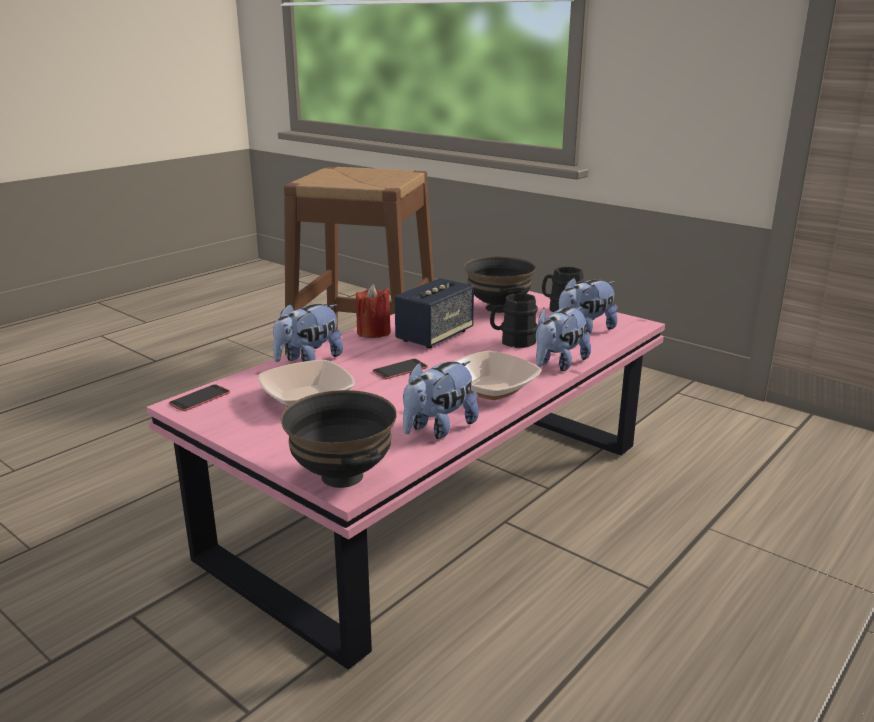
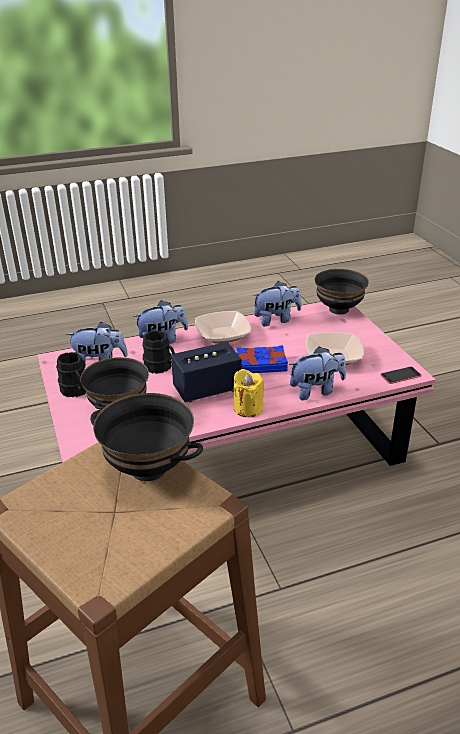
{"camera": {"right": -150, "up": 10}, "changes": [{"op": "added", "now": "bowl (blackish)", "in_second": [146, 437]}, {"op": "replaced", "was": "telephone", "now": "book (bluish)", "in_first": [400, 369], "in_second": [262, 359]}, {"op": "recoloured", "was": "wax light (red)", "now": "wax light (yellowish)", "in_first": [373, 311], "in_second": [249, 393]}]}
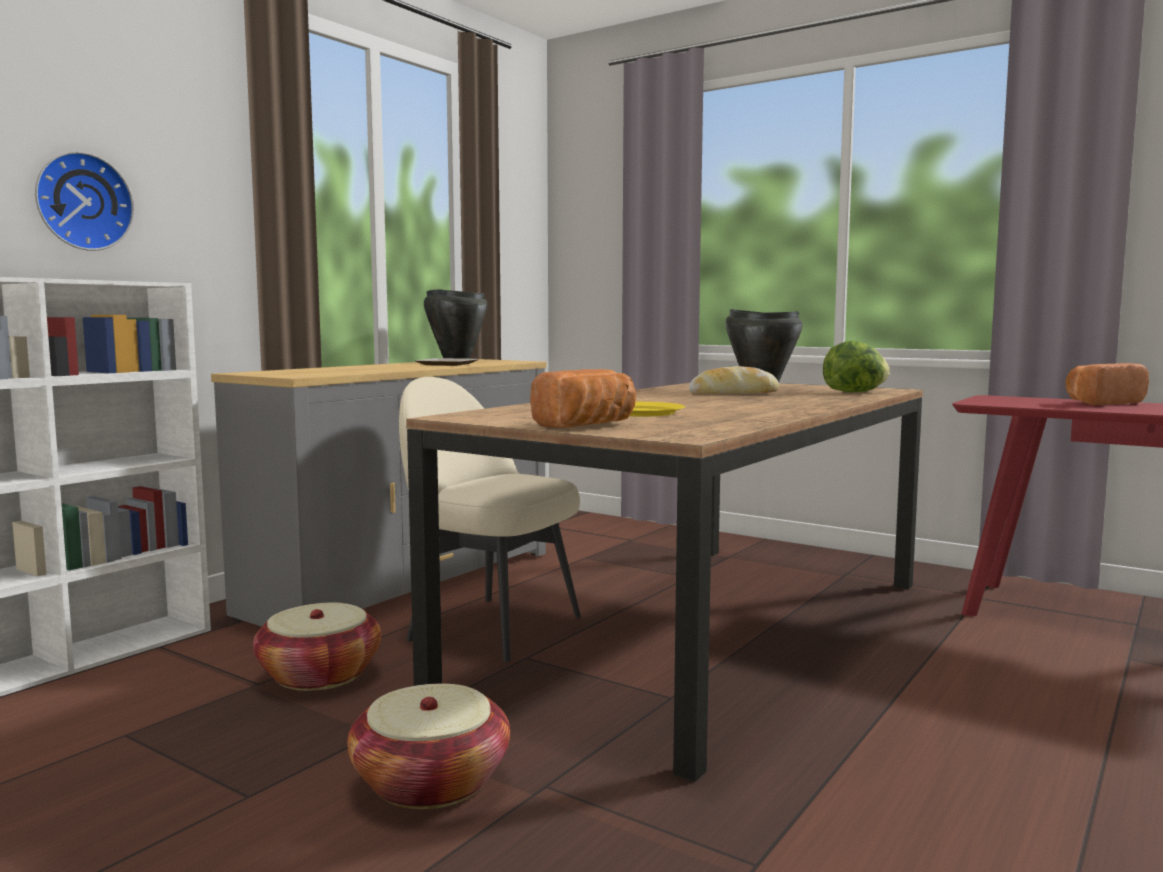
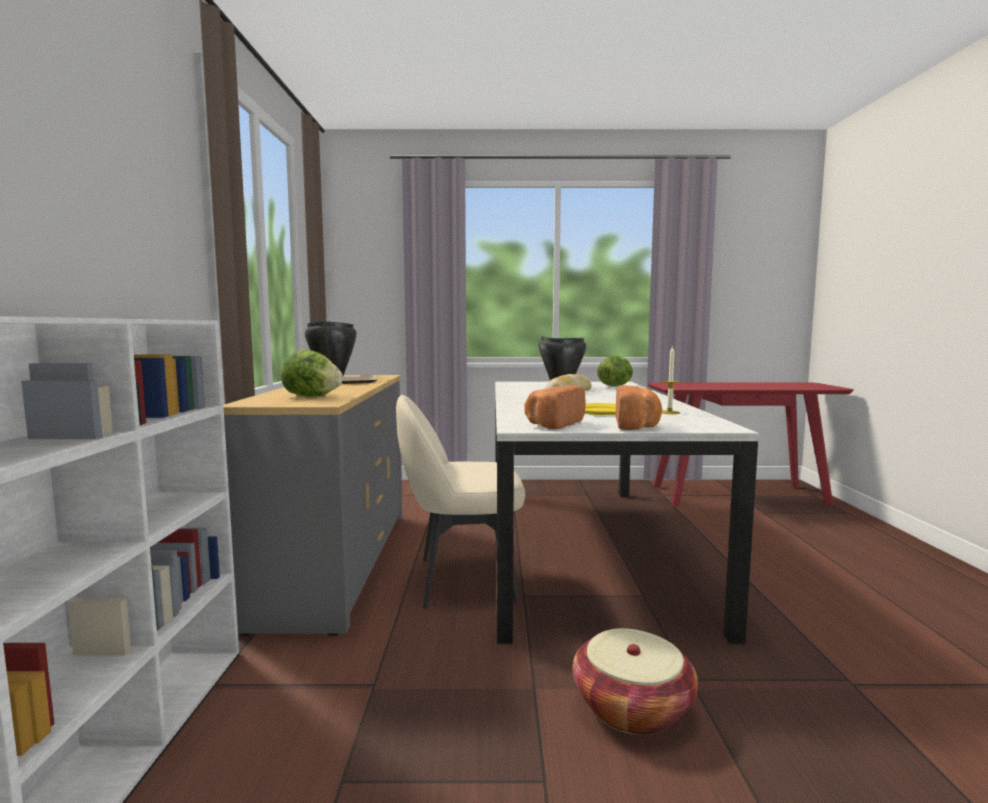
{"camera": {"right": -35, "up": 0}, "changes": [{"op": "removed", "was": "wall clock", "in_first": [84, 201]}, {"op": "removed", "was": "basket", "in_first": [317, 647]}, {"op": "added", "now": "lettuce", "in_second": [312, 373]}, {"op": "added", "now": "wax light", "in_second": [671, 379]}, {"op": "moved", "was": "baked bread", "in_first": [1107, 384], "in_second": [555, 408]}, {"op": "recoloured", "was": "dinner table (brown-coloured)", "now": "dinner table (whitish)", "in_first": [664, 582], "in_second": [627, 513]}]}
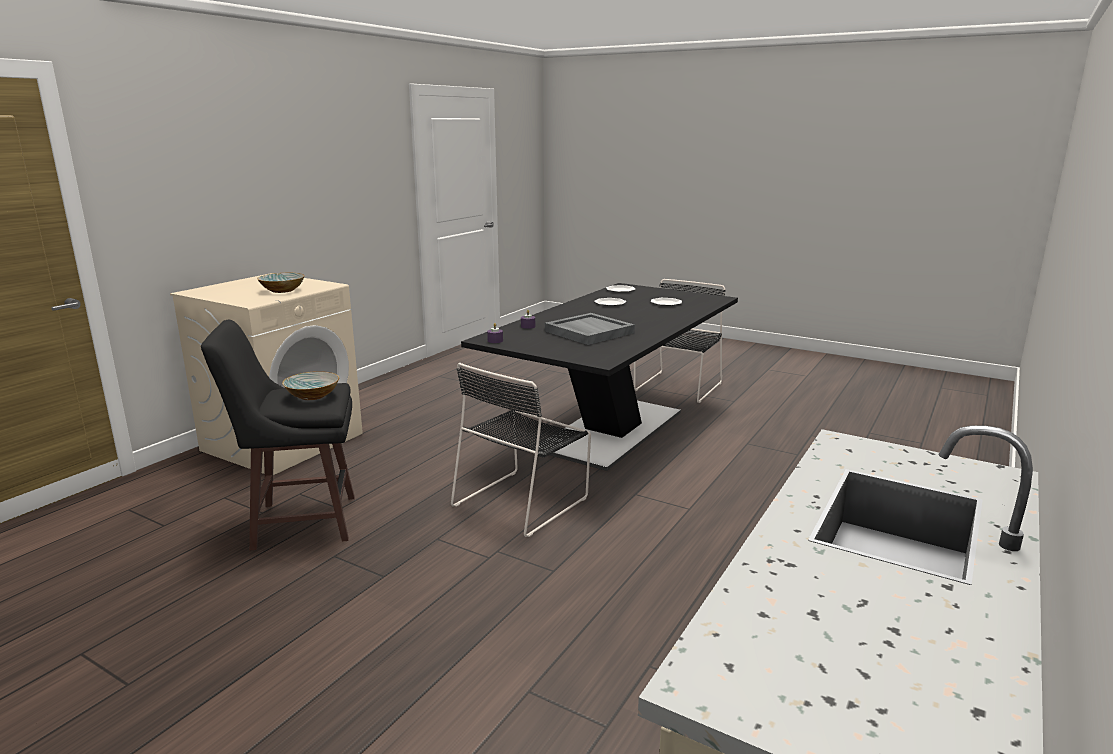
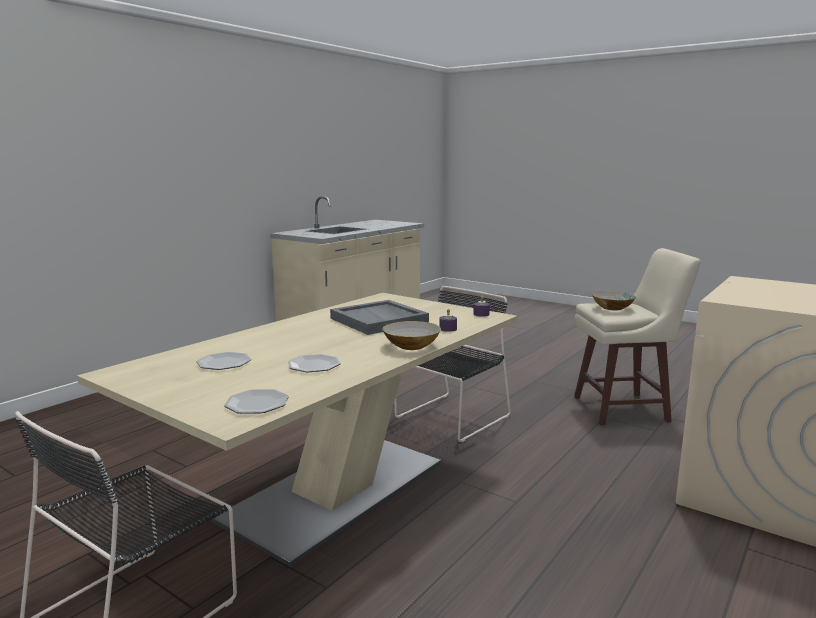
{"camera": {"right": -175, "up": -5}, "changes": [{"op": "moved", "was": "bowl", "in_first": [281, 283], "in_second": [411, 335]}, {"op": "recoloured", "was": "sitting stool (blackish)", "now": "sitting stool (beige)", "in_first": [278, 435], "in_second": [637, 336]}, {"op": "recoloured", "was": "dinner table (blackish)", "now": "dinner table (beige)", "in_first": [599, 377], "in_second": [297, 430]}]}
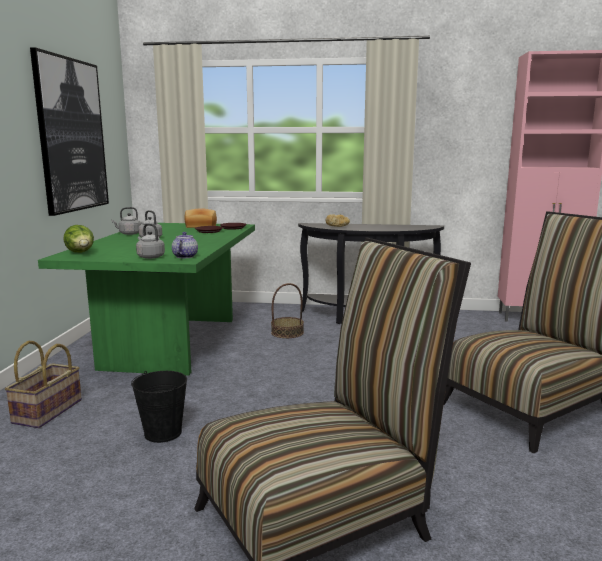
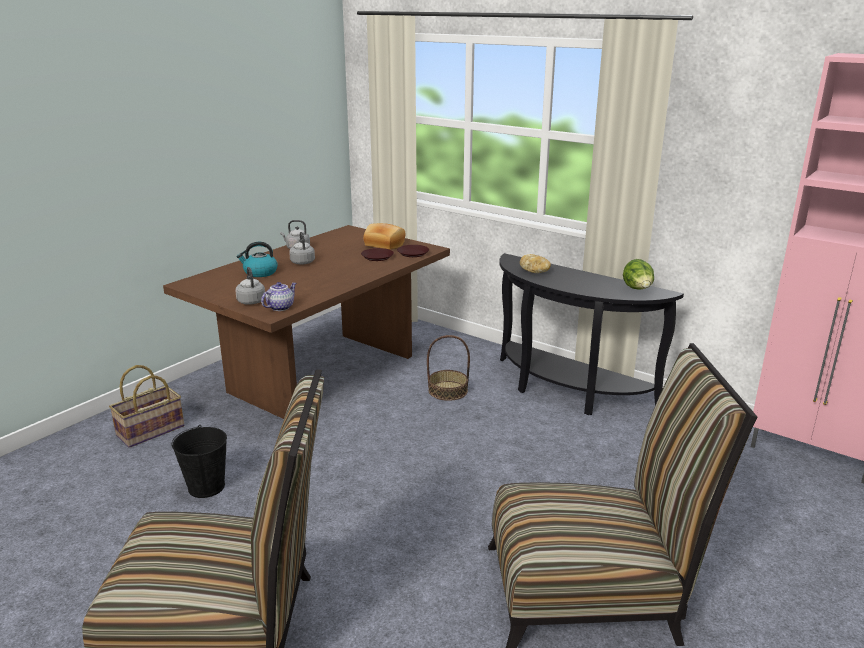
{"camera": {"right": 30, "up": 10}, "changes": [{"op": "removed", "was": "wall art", "in_first": [69, 131]}, {"op": "added", "now": "kettle", "in_second": [257, 259]}, {"op": "moved", "was": "lettuce", "in_first": [79, 239], "in_second": [638, 274]}, {"op": "recoloured", "was": "dinner table (greenish)", "now": "dinner table (brown-coloured)", "in_first": [146, 299], "in_second": [306, 322]}]}
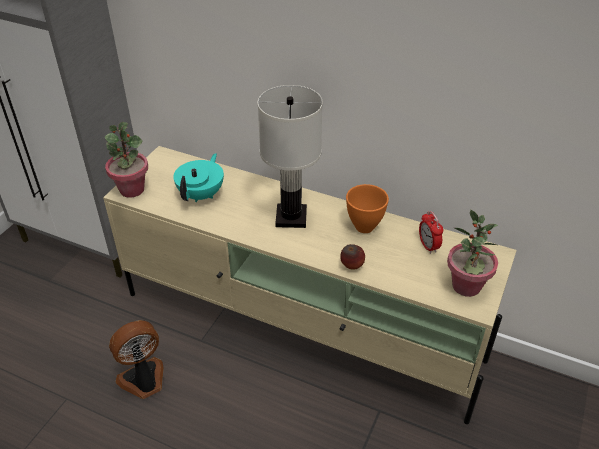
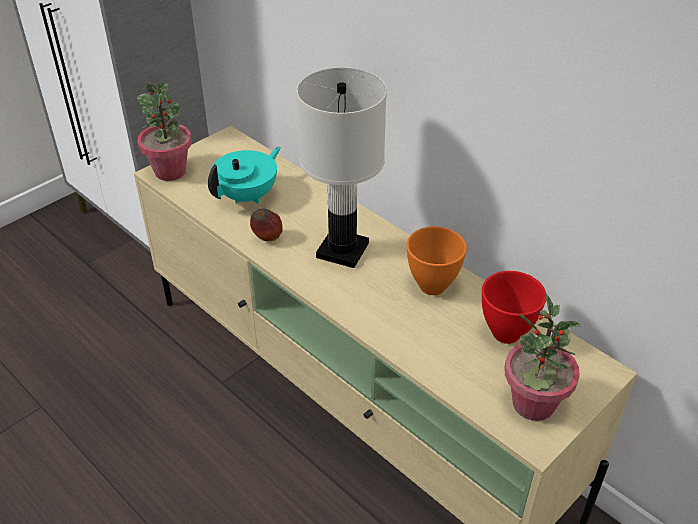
{"camera": {"right": 20, "up": 0}, "changes": [{"op": "removed", "was": "cooling fan", "in_first": [136, 359]}, {"op": "moved", "was": "apple", "in_first": [352, 257], "in_second": [266, 225]}, {"op": "replaced", "was": "table clock", "now": "bowl (red)", "in_first": [431, 232], "in_second": [514, 307]}]}
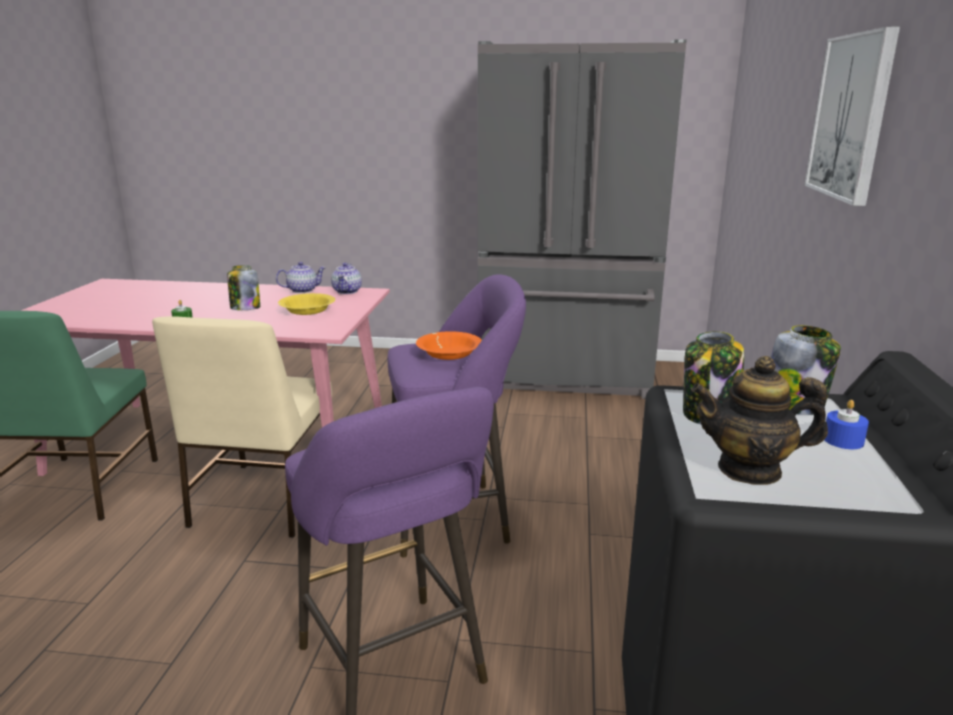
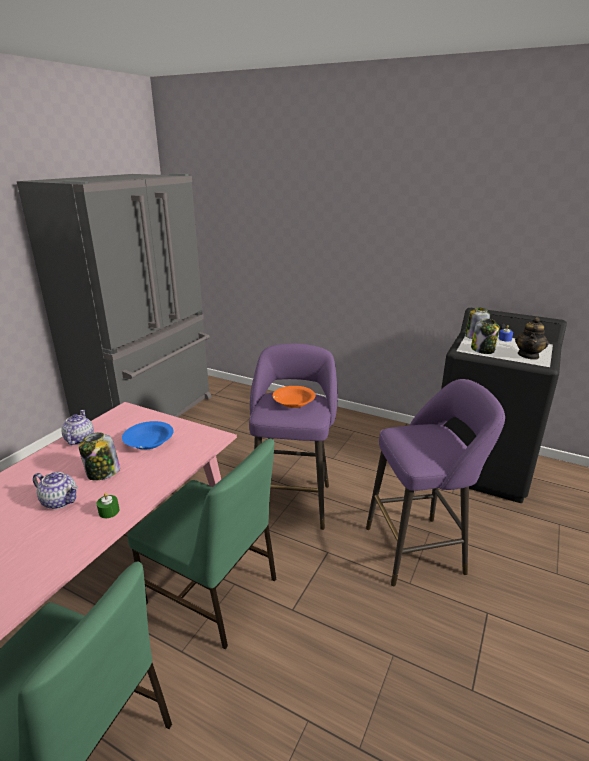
{"camera": {"right": -70, "up": 5}, "changes": [{"op": "removed", "was": "wall art", "in_first": [852, 116]}, {"op": "moved", "was": "teapot", "in_first": [346, 278], "in_second": [55, 490]}, {"op": "recoloured", "was": "plain chair (beige)", "now": "plain chair (greenish)", "in_first": [242, 427], "in_second": [201, 544]}, {"op": "recoloured", "was": "bowl (yellowish)", "now": "bowl (bluish)", "in_first": [306, 304], "in_second": [148, 435]}]}
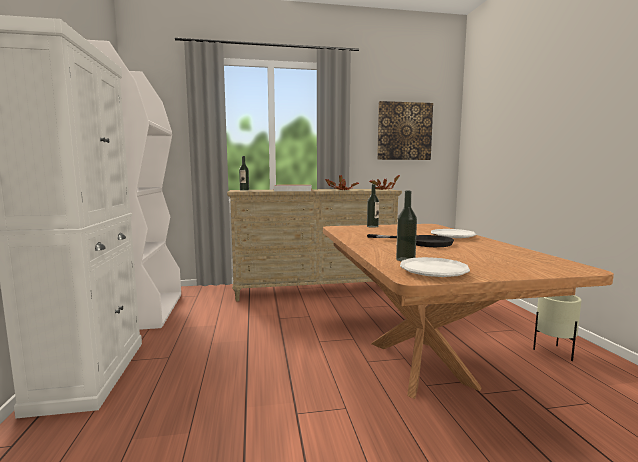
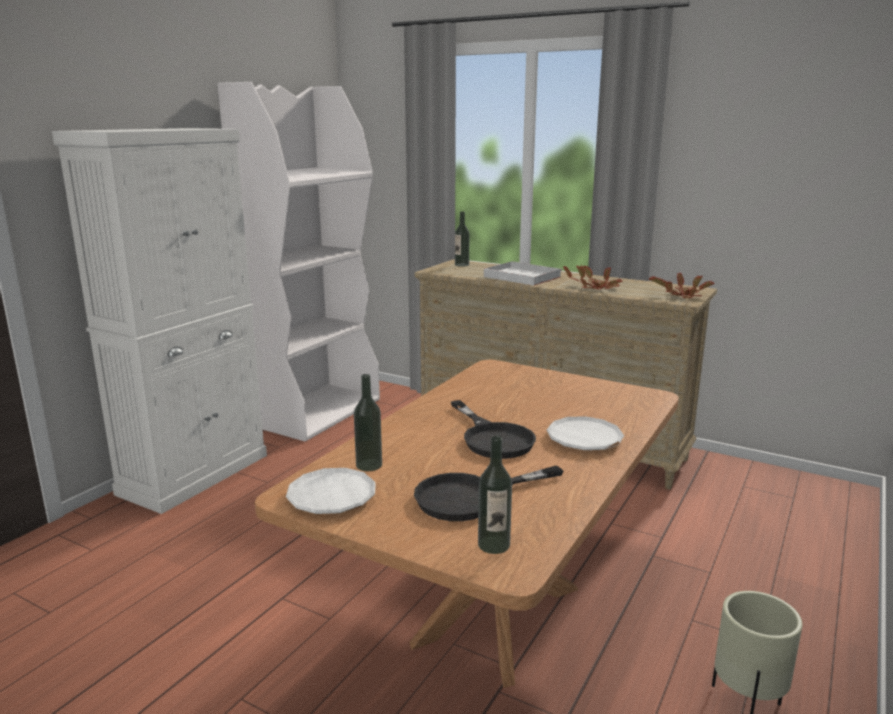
{"camera": {"right": 40, "up": 10}, "changes": [{"op": "removed", "was": "wall art", "in_first": [405, 130]}, {"op": "added", "now": "skillet (blackish)", "in_second": [488, 493]}, {"op": "moved", "was": "bottle", "in_first": [373, 206], "in_second": [495, 495]}]}
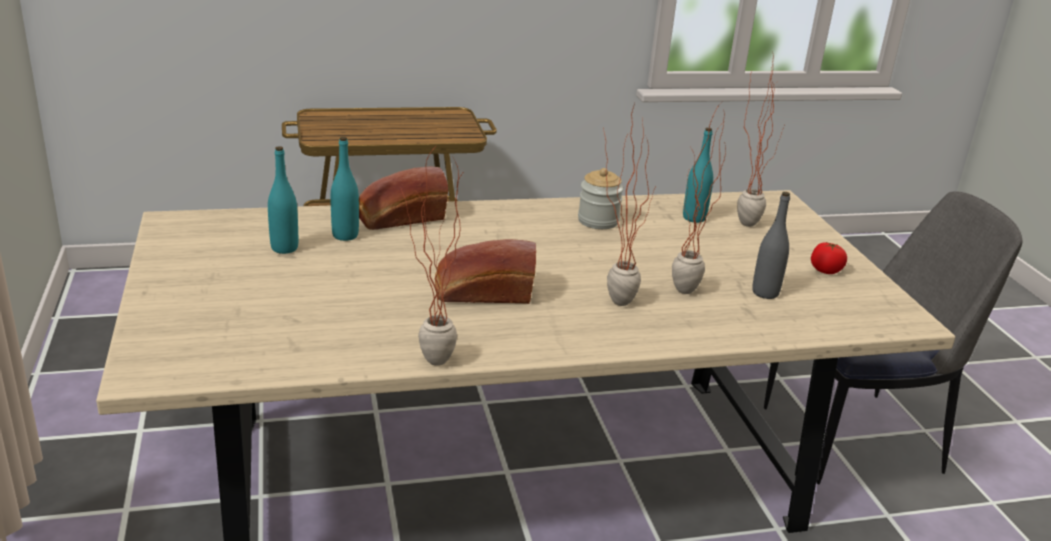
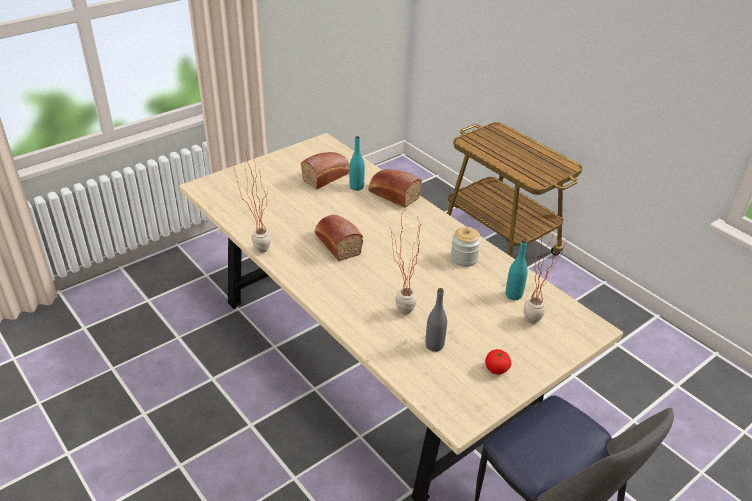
{"camera": {"right": 65, "up": 10}, "changes": [{"op": "removed", "was": "plant in a pot", "in_first": [631, 206]}, {"op": "replaced", "was": "bottle (turquoise-coloured)", "now": "baked bread", "in_first": [283, 200], "in_second": [325, 170]}]}
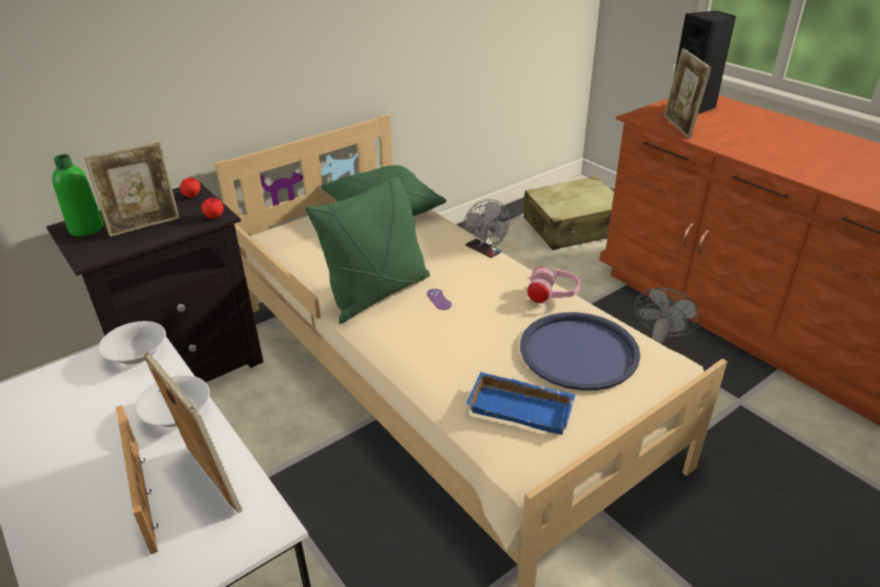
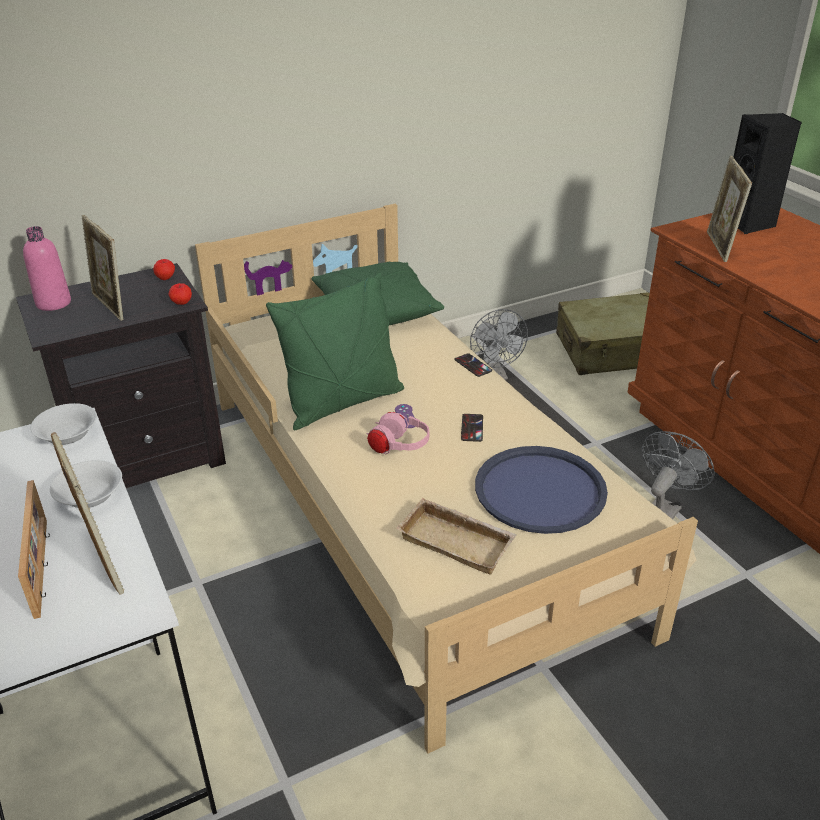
{"camera": {"right": 10, "up": 0}, "changes": [{"op": "added", "now": "telephone", "in_second": [472, 428]}, {"op": "moved", "was": "pair of headphones (pink)", "in_first": [552, 285], "in_second": [397, 433]}, {"op": "recoloured", "was": "bottle (greenish)", "now": "bottle (pink)", "in_first": [78, 195], "in_second": [47, 268]}, {"op": "recoloured", "was": "tray (bluish)", "now": "tray (beige)", "in_first": [521, 403], "in_second": [456, 536]}, {"op": "turned", "was": "standing frame", "in_first": [132, 189], "in_second": [102, 268], "clockwise": 75}]}
